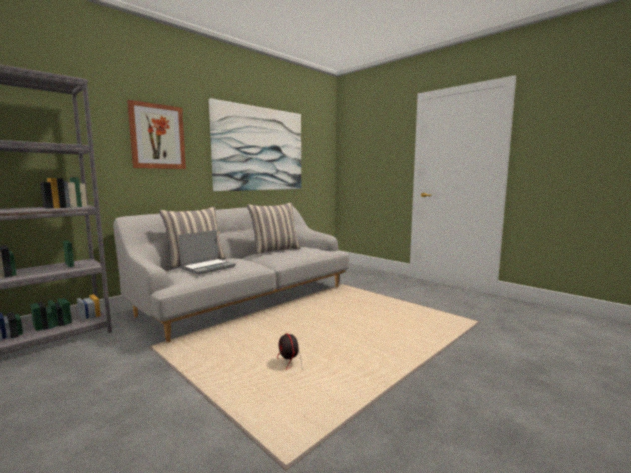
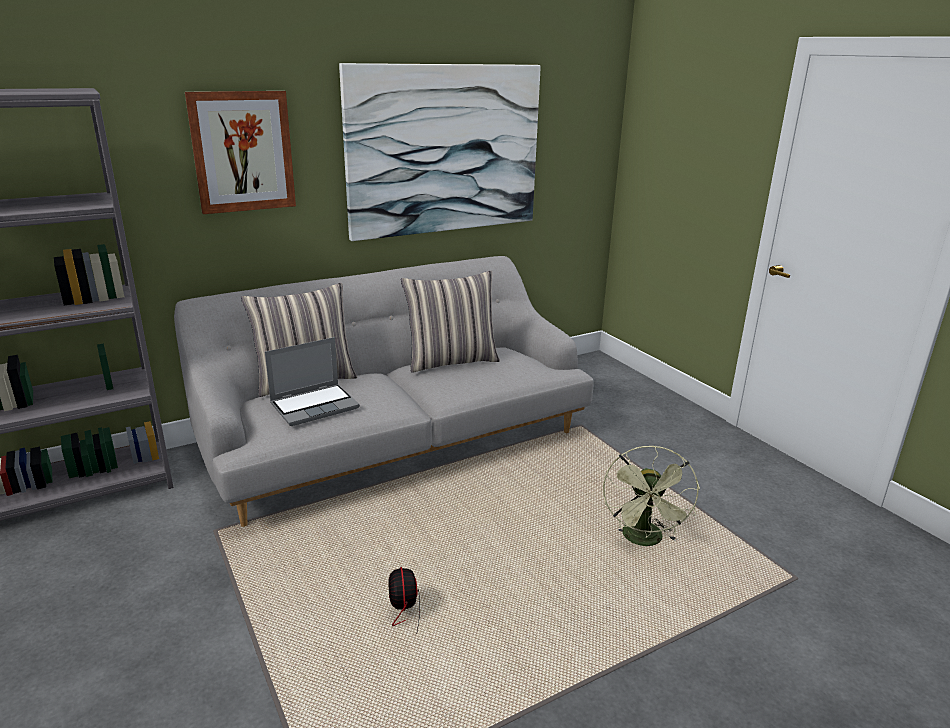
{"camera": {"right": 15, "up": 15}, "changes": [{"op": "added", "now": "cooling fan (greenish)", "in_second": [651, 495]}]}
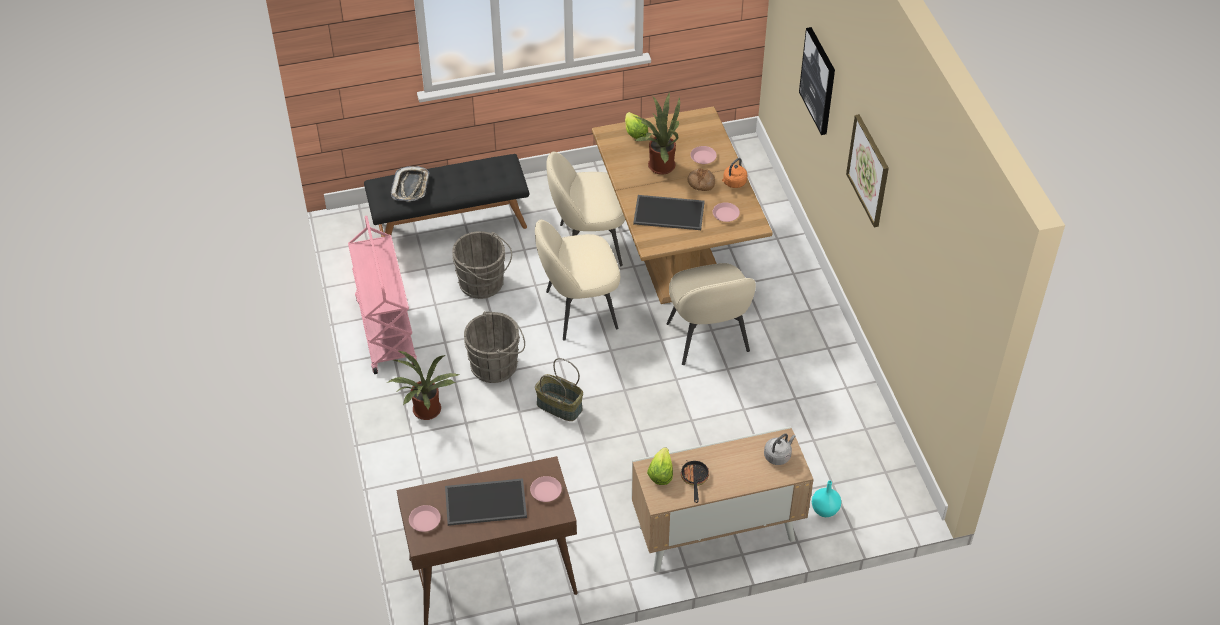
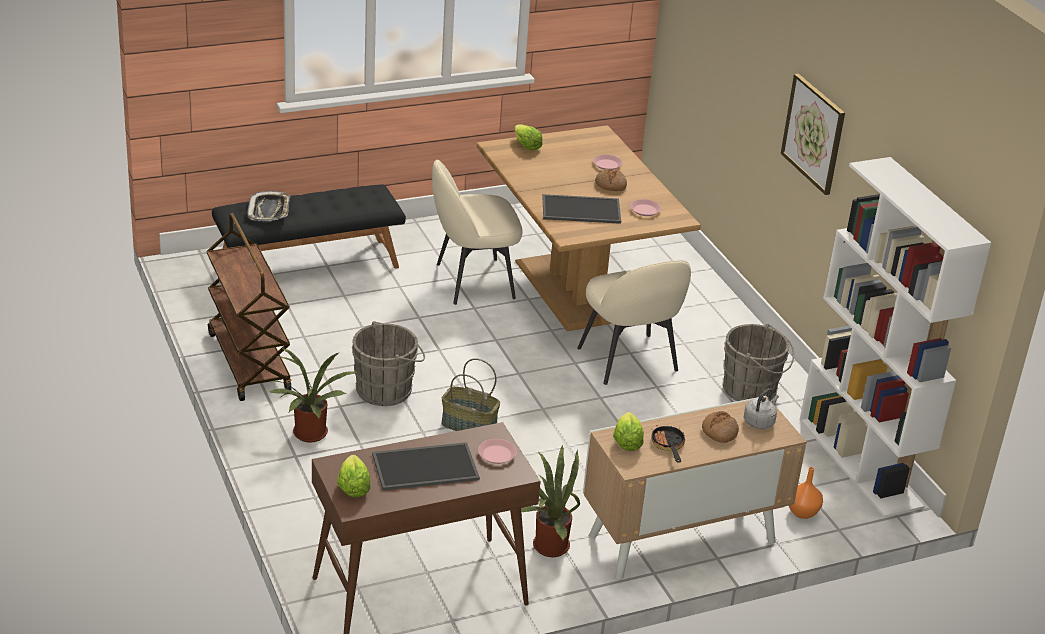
{"camera": {"right": -10, "up": -15}, "changes": [{"op": "removed", "was": "plain chair (beige)", "in_first": [577, 280]}, {"op": "removed", "was": "kettle (orange-coloured)", "in_first": [734, 173]}, {"op": "removed", "was": "wall art", "in_first": [817, 81]}, {"op": "added", "now": "baked bread", "in_second": [720, 427]}, {"op": "added", "now": "bookshelf (whitish)", "in_second": [895, 337]}, {"op": "moved", "was": "pail (greyish)", "in_first": [482, 265], "in_second": [758, 362]}, {"op": "moved", "was": "plant in a pot", "in_first": [656, 134], "in_second": [550, 500]}, {"op": "replaced", "was": "flat dish (pink)", "now": "lettuce", "in_first": [425, 518], "in_second": [354, 476]}, {"op": "recoloured", "was": "wheeled cart (pink)", "now": "wheeled cart (brown-coloured)", "in_first": [382, 295], "in_second": [249, 307]}, {"op": "recoloured", "was": "vase (turquoise-coloured)", "now": "vase (orange-coloured)", "in_first": [826, 499], "in_second": [806, 493]}]}
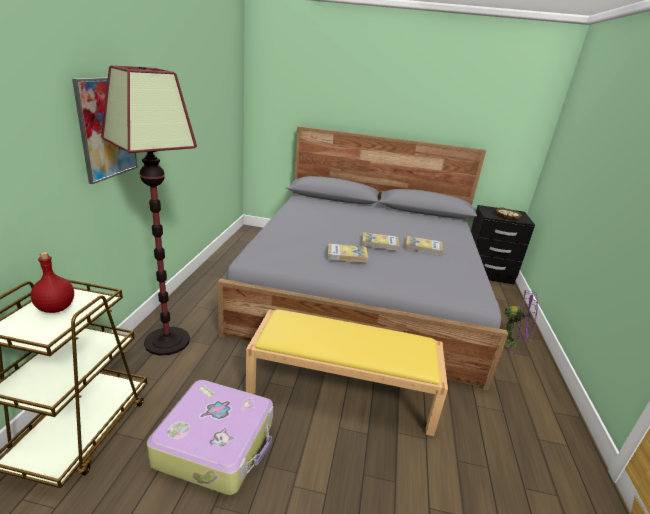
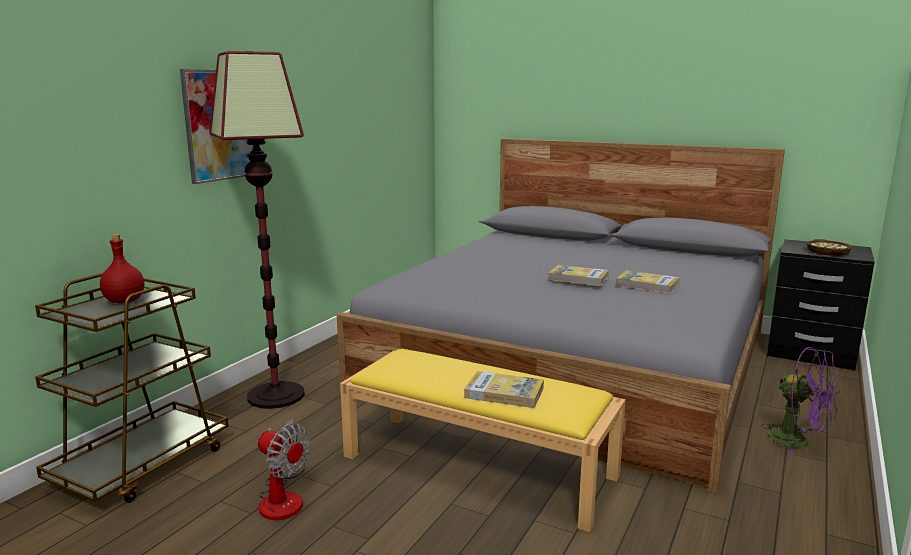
{"camera": {"right": 20, "up": -10}, "changes": [{"op": "moved", "was": "book", "in_first": [348, 253], "in_second": [504, 389]}, {"op": "replaced", "was": "suitcase", "now": "cooling fan", "in_first": [210, 437], "in_second": [284, 469]}]}
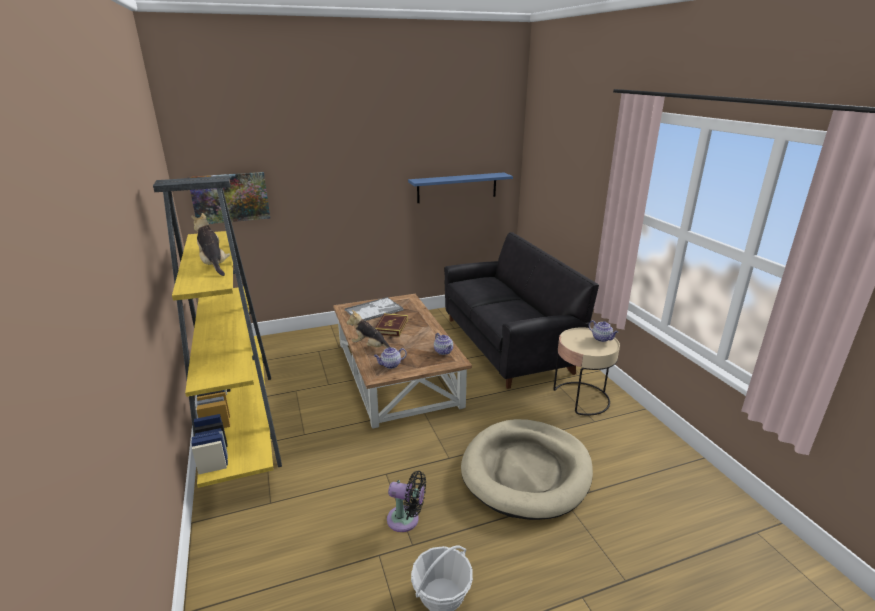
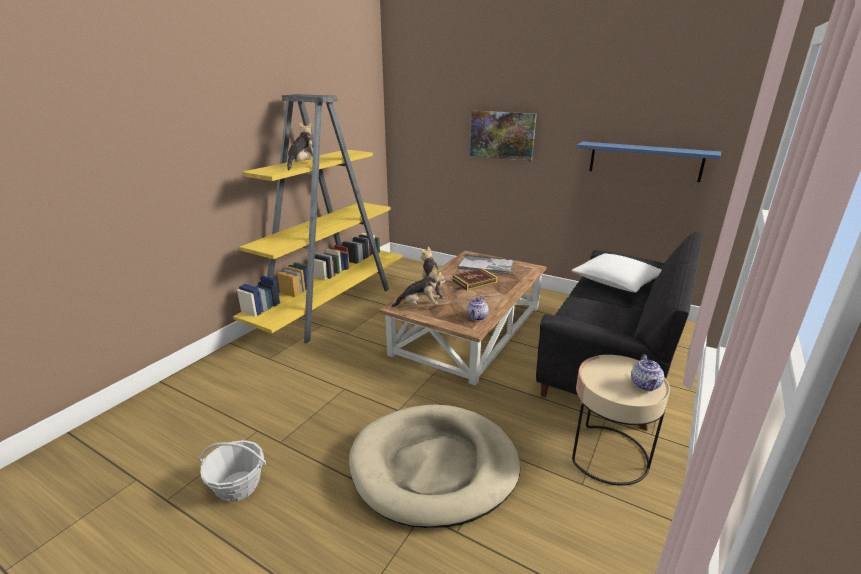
{"camera": {"right": 50, "up": 0}, "changes": [{"op": "removed", "was": "cooling fan (blackish)", "in_first": [406, 501]}, {"op": "added", "now": "throw pillow (whitish)", "in_second": [616, 273]}, {"op": "moved", "was": "wall art", "in_first": [228, 198], "in_second": [503, 136]}, {"op": "replaced", "was": "teapot", "now": "cuddly toy", "in_first": [390, 358], "in_second": [418, 286]}]}
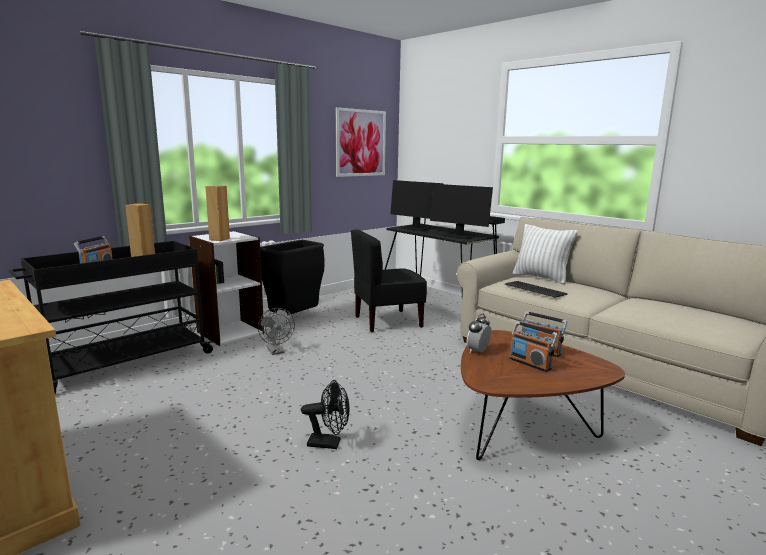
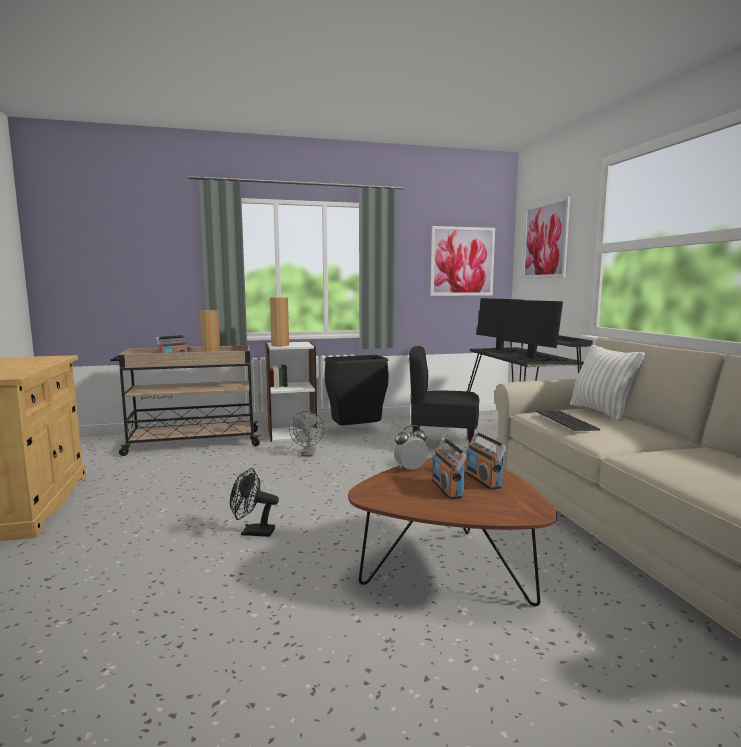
{"camera": {"right": 30, "up": -5}, "changes": [{"op": "added", "now": "wall art", "in_second": [546, 237]}, {"op": "recoloured", "was": "wheeled cart (blackish)", "now": "wheeled cart (beige)", "in_first": [111, 317], "in_second": [185, 400]}, {"op": "turned", "was": "cooling fan (blackish)", "in_first": [325, 414], "in_second": [254, 502], "clockwise": 150}]}
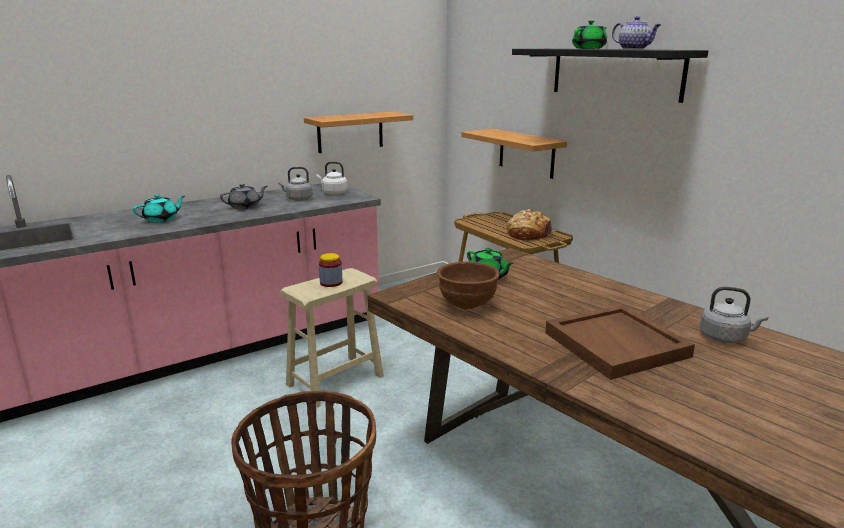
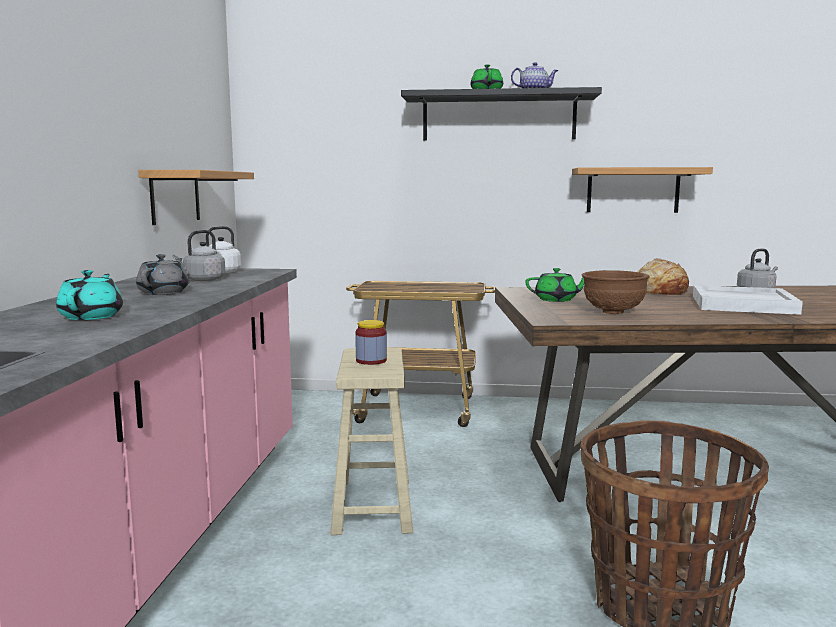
{"camera": {"right": -50, "up": -10}, "changes": [{"op": "moved", "was": "shelf", "in_first": [514, 154], "in_second": [642, 190]}, {"op": "moved", "was": "baked bread", "in_first": [531, 225], "in_second": [663, 276]}, {"op": "recoloured", "was": "tray (brown-coloured)", "now": "tray (whitish)", "in_first": [620, 342], "in_second": [748, 300]}]}
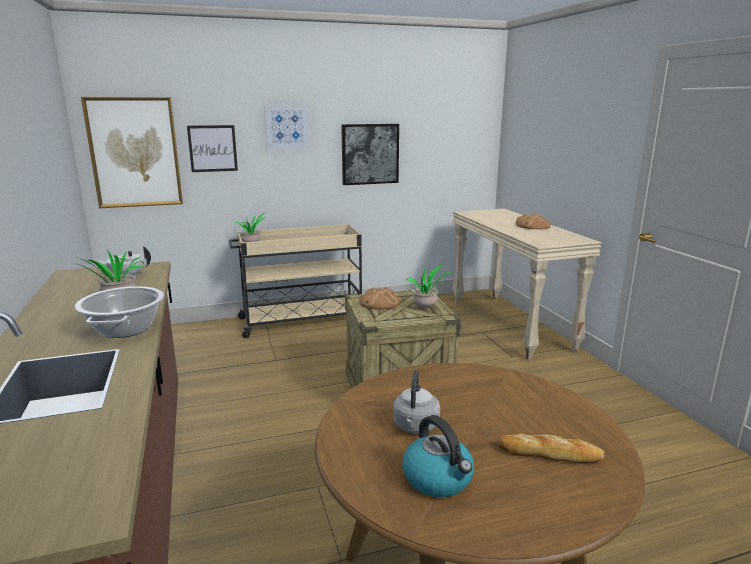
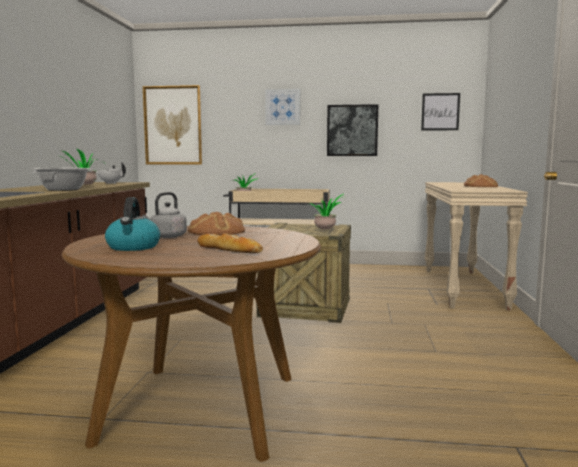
{"camera": {"right": 25, "up": -10}, "changes": [{"op": "moved", "was": "wall art", "in_first": [212, 148], "in_second": [440, 112]}, {"op": "moved", "was": "baked bread", "in_first": [380, 298], "in_second": [216, 223]}]}
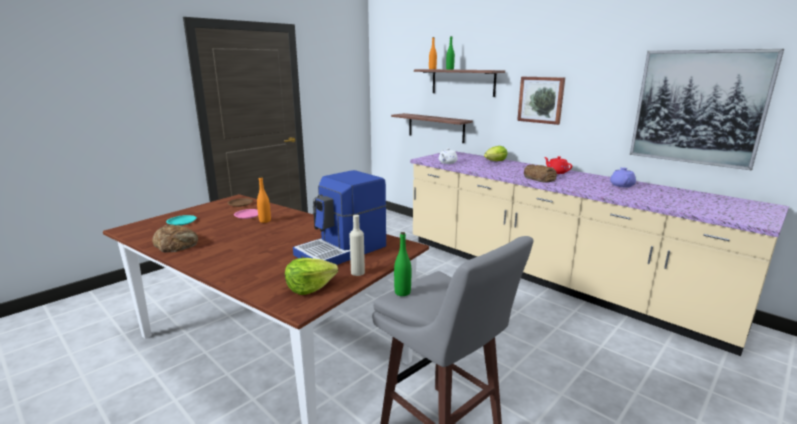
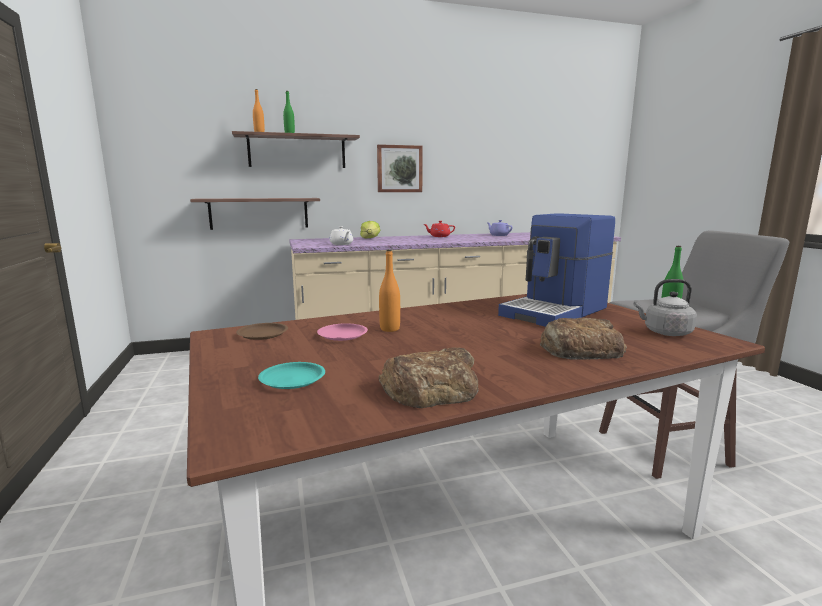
{"camera": {"right": -60, "up": -5}, "changes": [{"op": "removed", "was": "bottle (beige)", "in_first": [357, 245]}, {"op": "removed", "was": "wall art", "in_first": [707, 109]}, {"op": "moved", "was": "baked bread", "in_first": [540, 173], "in_second": [583, 339]}, {"op": "replaced", "was": "lettuce", "now": "kettle (greyish)", "in_first": [311, 276], "in_second": [665, 307]}, {"op": "turned", "was": "coffee machine", "in_first": [339, 217], "in_second": [556, 270], "clockwise": 60}]}
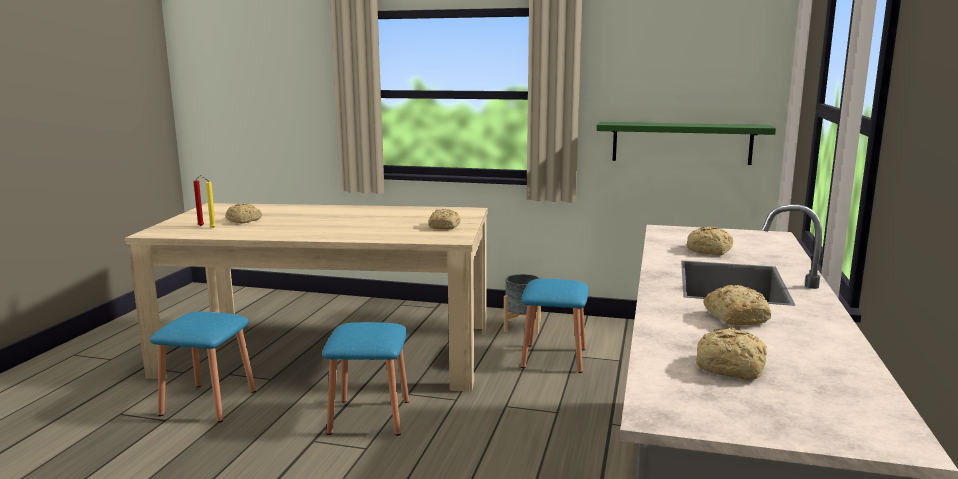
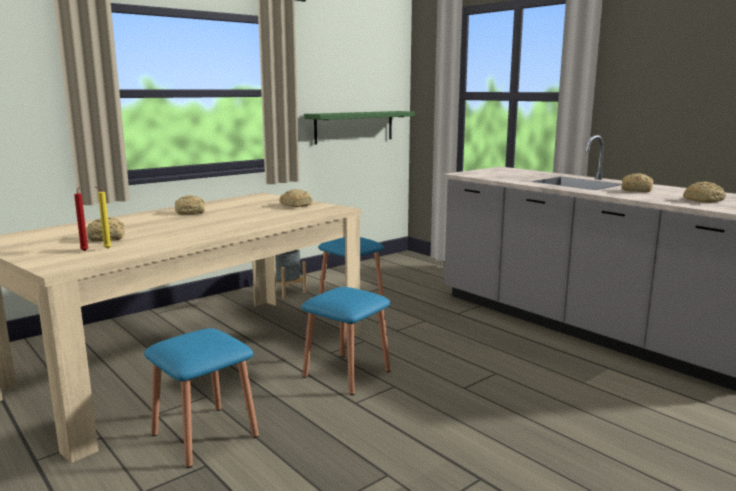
{"camera": {"right": -55, "up": 0}, "changes": [{"op": "moved", "was": "baked bread", "in_first": [710, 240], "in_second": [190, 205]}]}
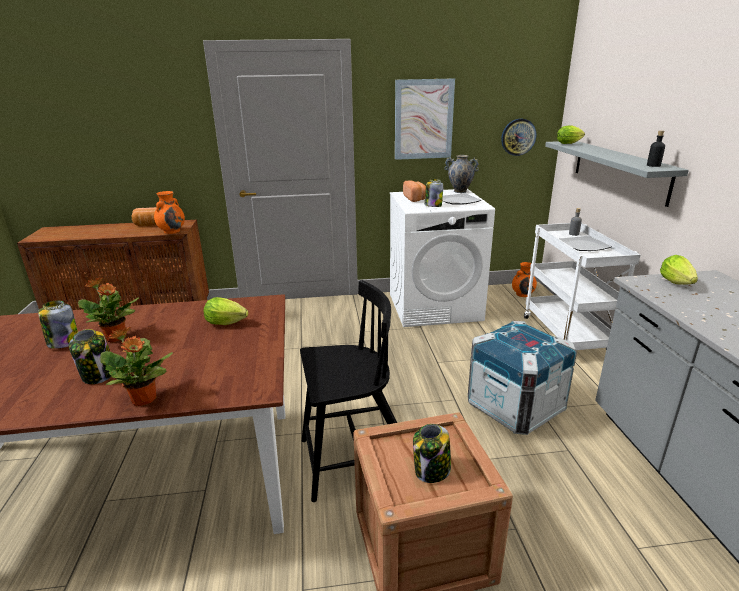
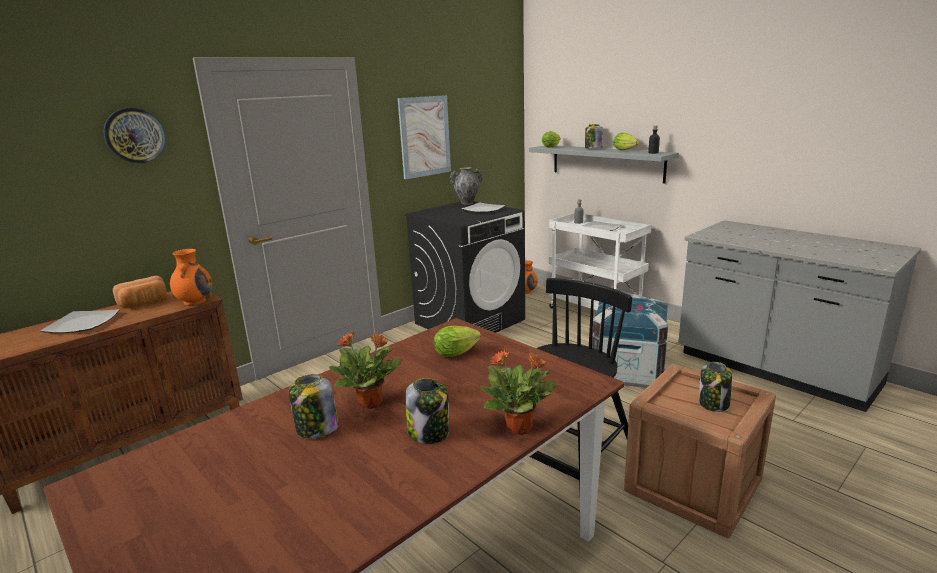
{"camera": {"right": -35, "up": -5}, "changes": [{"op": "removed", "was": "baked bread", "in_first": [414, 191]}, {"op": "added", "now": "flat dish", "in_second": [80, 321]}, {"op": "moved", "was": "storage jar", "in_first": [434, 193], "in_second": [594, 136]}, {"op": "moved", "was": "wall clock", "in_first": [518, 137], "in_second": [134, 136]}, {"op": "moved", "was": "lettuce", "in_first": [679, 270], "in_second": [626, 141]}, {"op": "recoloured", "was": "laundry appliance (whitish)", "now": "laundry appliance (blackish)", "in_first": [442, 258], "in_second": [465, 267]}]}
